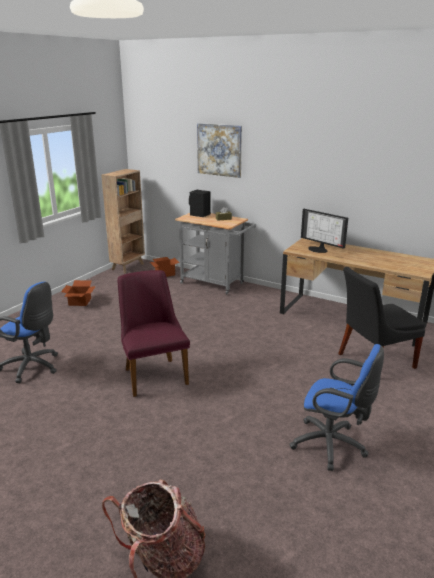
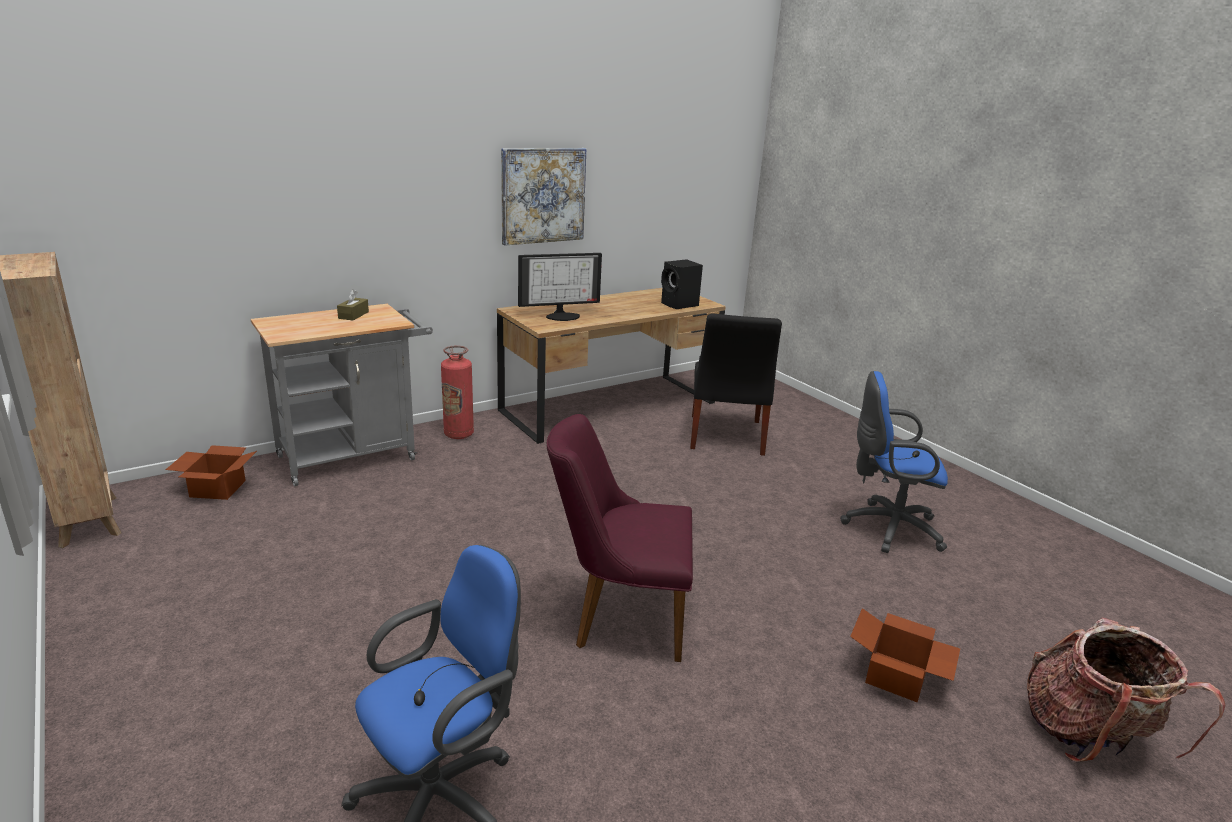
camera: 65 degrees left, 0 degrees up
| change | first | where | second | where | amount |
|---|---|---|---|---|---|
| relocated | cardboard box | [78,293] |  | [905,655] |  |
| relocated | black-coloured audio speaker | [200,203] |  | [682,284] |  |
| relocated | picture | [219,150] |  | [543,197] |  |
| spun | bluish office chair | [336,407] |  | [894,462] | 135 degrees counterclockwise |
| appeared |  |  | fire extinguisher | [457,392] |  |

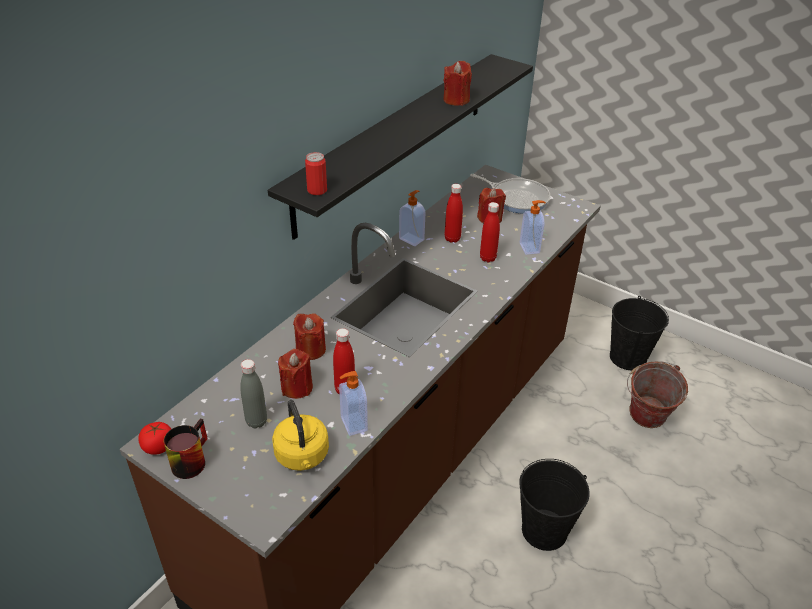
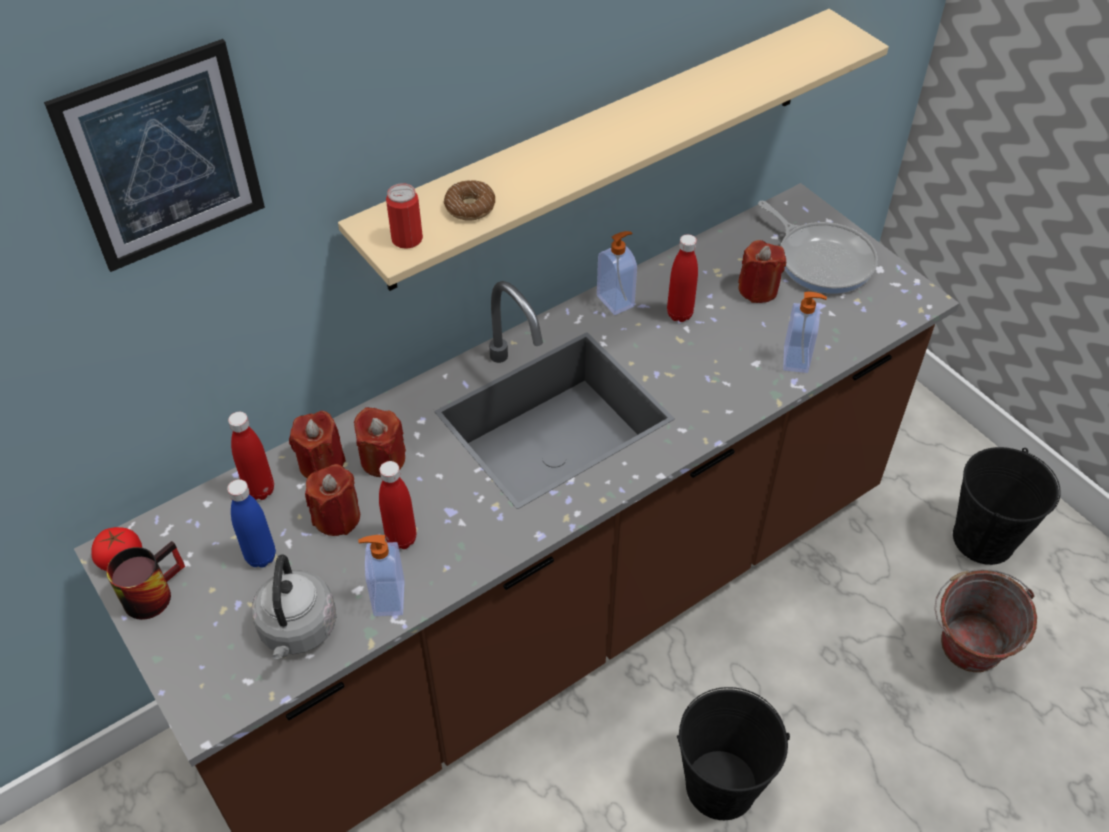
camera: 20 degrees right, 10 degrees up
| change | first | where | second | where | amount |
|---|---|---|---|---|---|
| colour | gray beverage bottle | [253,393] | bluish beverage bottle | [251,523] |  |
| colour | black-coloured wall shelf | [400,147] | sand-coloured wall shelf | [613,150] |  |
| colour | yellowish tea kettle | [300,435] | gray tea kettle | [294,606] |  |
| relocated | reddish wax candle | [457,83] |  | [317,444] |  |
| relocated | reddish beverage bottle | [490,232] |  | [251,456] |  |
| appeared |  |  | picture | [154,155] |  |
| appeared |  |  | donut | [469,200] |  |

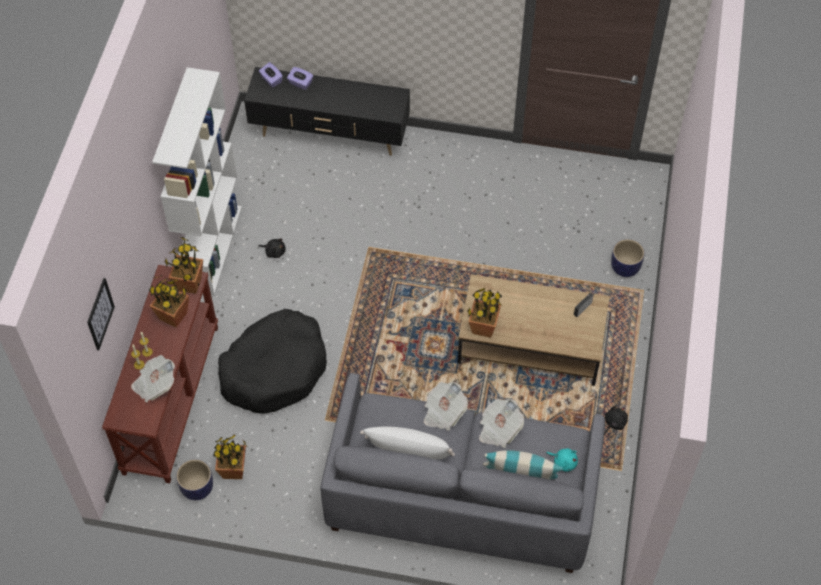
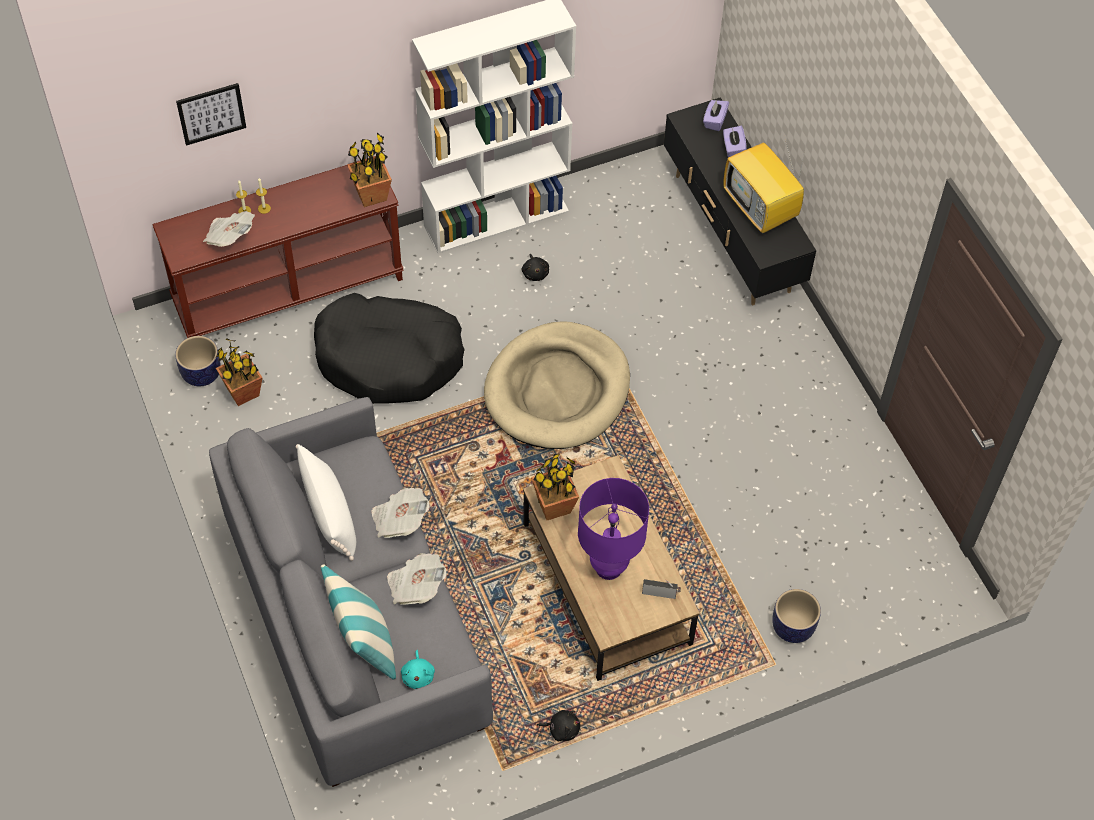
camera: 55 degrees right, 0 degrees up
| change | first | where | second | where | amount |
|---|---|---|---|---|---|
| missing | houseplant | [169,301] |  |  |  |
| appeared |  |  | sand-coloured dog cushion | [557,385] |  |
| appeared |  |  | purple-coloured lamp for a table | [613,529] |  |
| appeared |  |  | TV set | [764,184] |  |

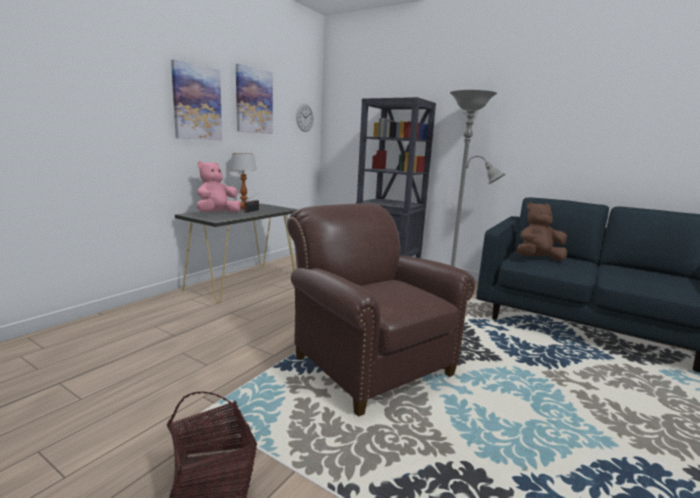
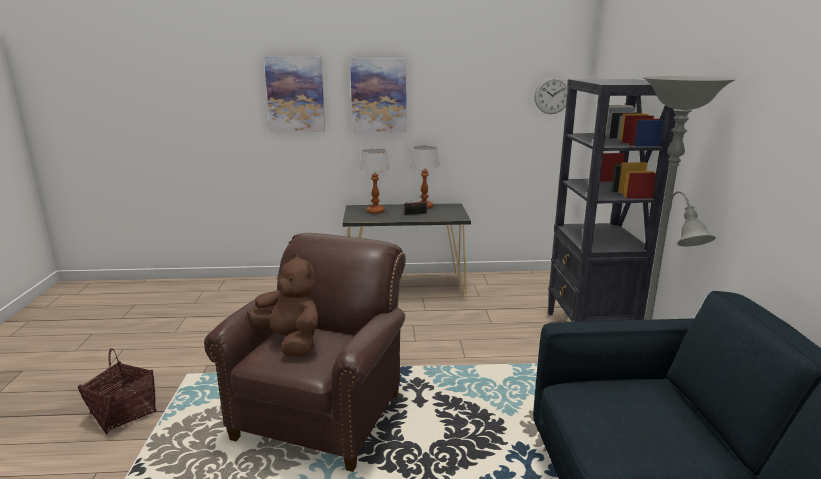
camera: 55 degrees right, 5 degrees up
| change | first | where | second | where | amount |
|---|---|---|---|---|---|
| exchanged | pink-coloured cuddly toy | [219,187] | lamp for a table | [375,181] |  |
| relocated | picture | [254,99] |  | [294,94] |  |
| relocated | brown-coloured cuddly toy | [542,231] |  | [282,305] |  |

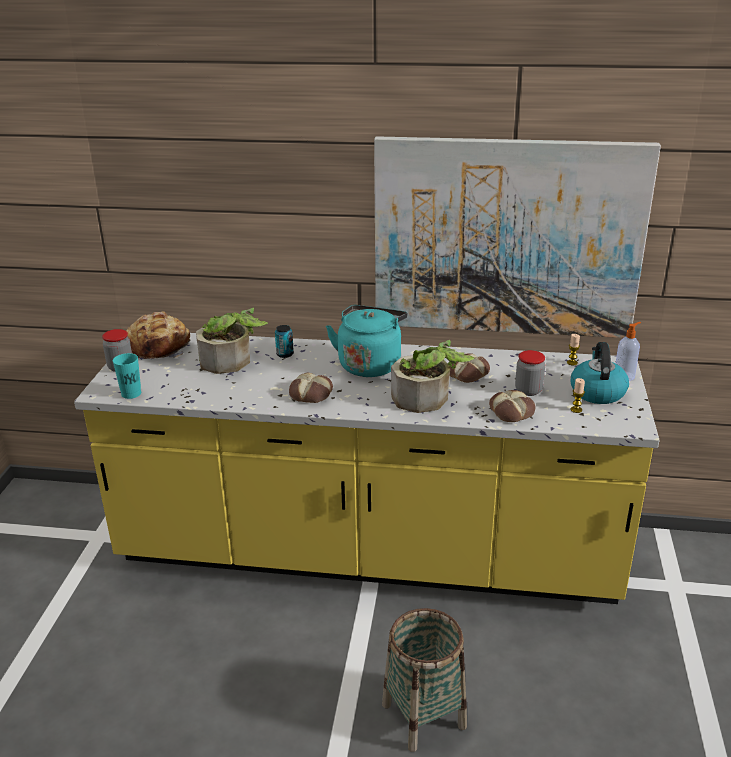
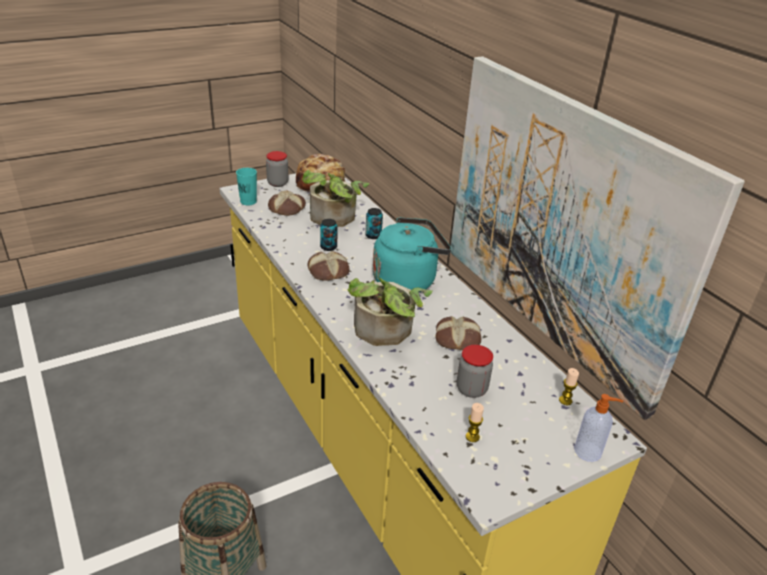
camera: 50 degrees right, 5 degrees up
| change | first | where | second | where | amount |
|---|---|---|---|---|---|
| relocated | bread | [512,406] |  | [287,203] |  |
| missing | tea kettle | [600,373] |  |  |  |
| appeared |  |  | can | [329,235] |  |

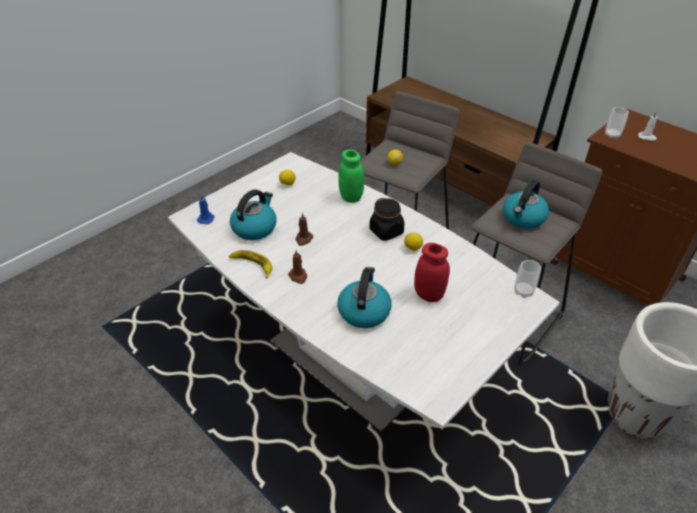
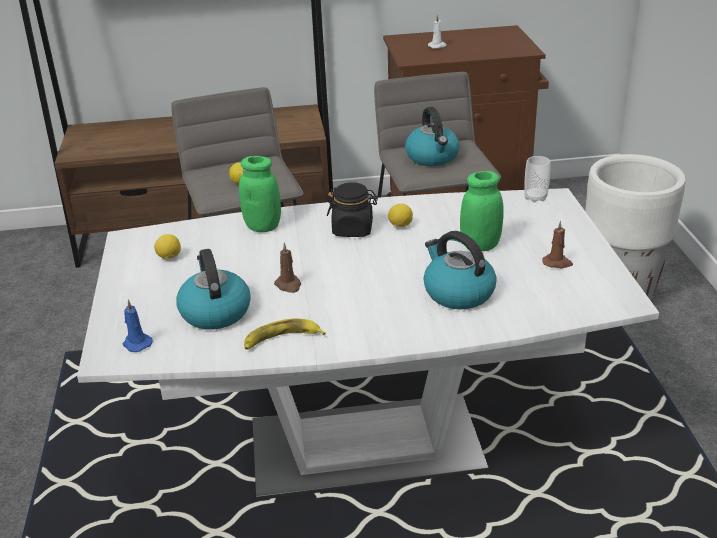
camera: 50 degrees left, 10 degrees down
| change | first | where | second | where | amount |
|---|---|---|---|---|---|
| relocated | brown-coloured wax candle | [297,267] |  | [557,244] |  |
| colour | reddish storage jar | [432,272] | green-coloured storage jar | [482,211] |  |
| missing | cup | [617,123] |  |  |  |

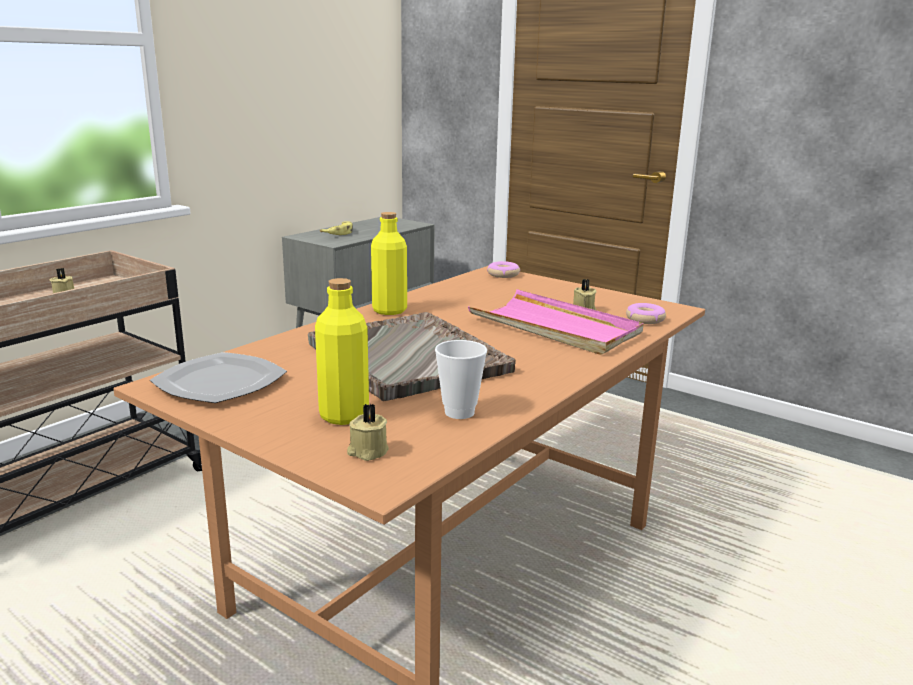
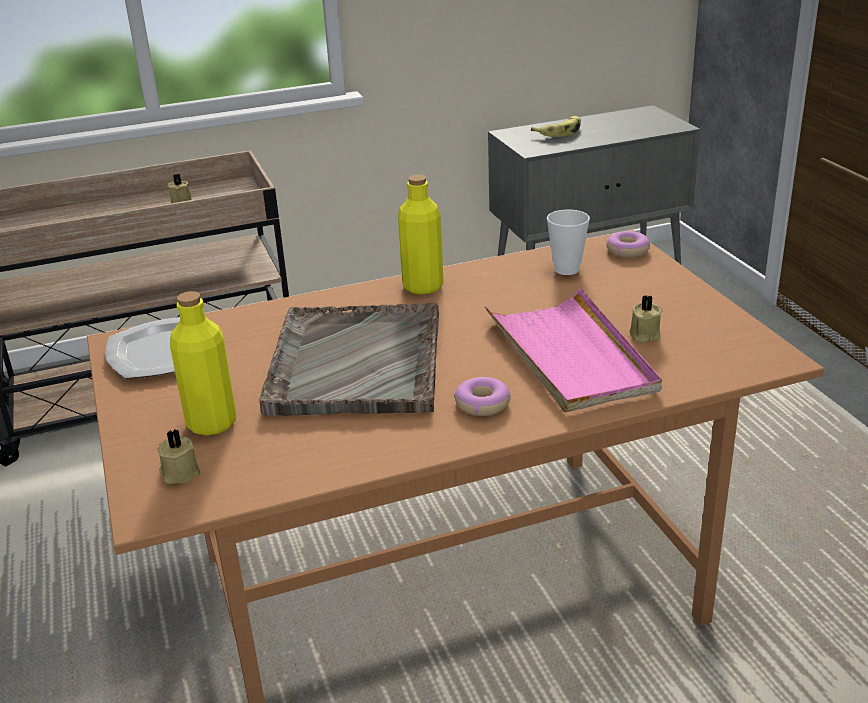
camera: 35 degrees right, 10 degrees up
| change | first | where | second | where | amount |
|---|---|---|---|---|---|
| relocated | cup | [461,379] |  | [568,242] |  |
| relocated | donut | [646,313] |  | [482,396] |  |

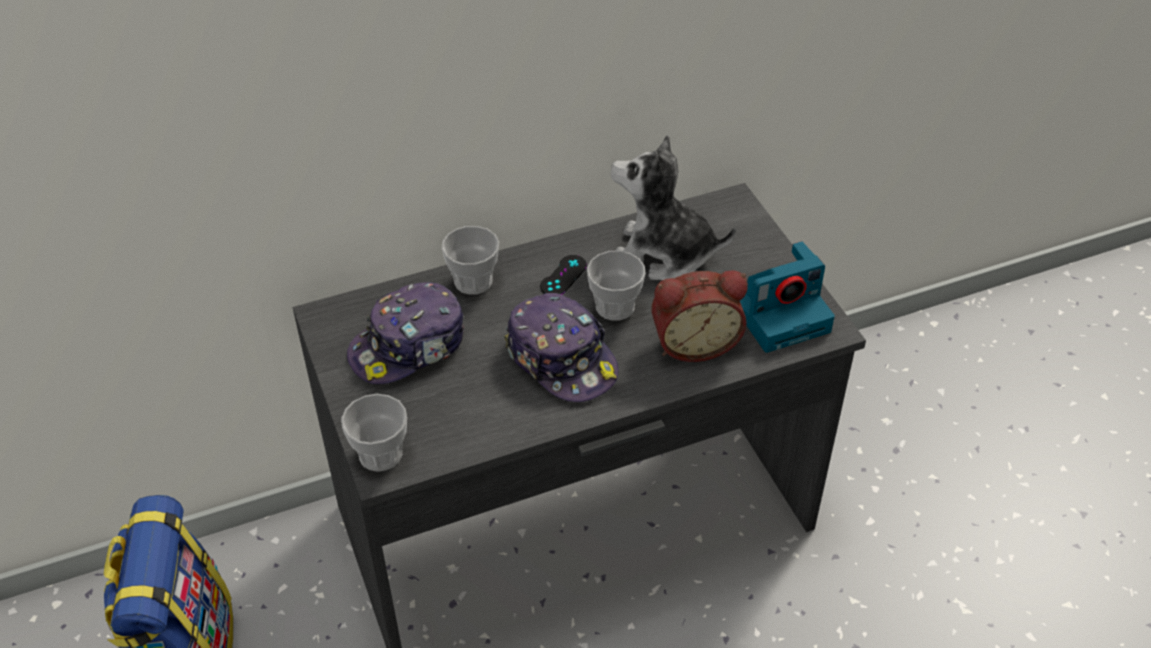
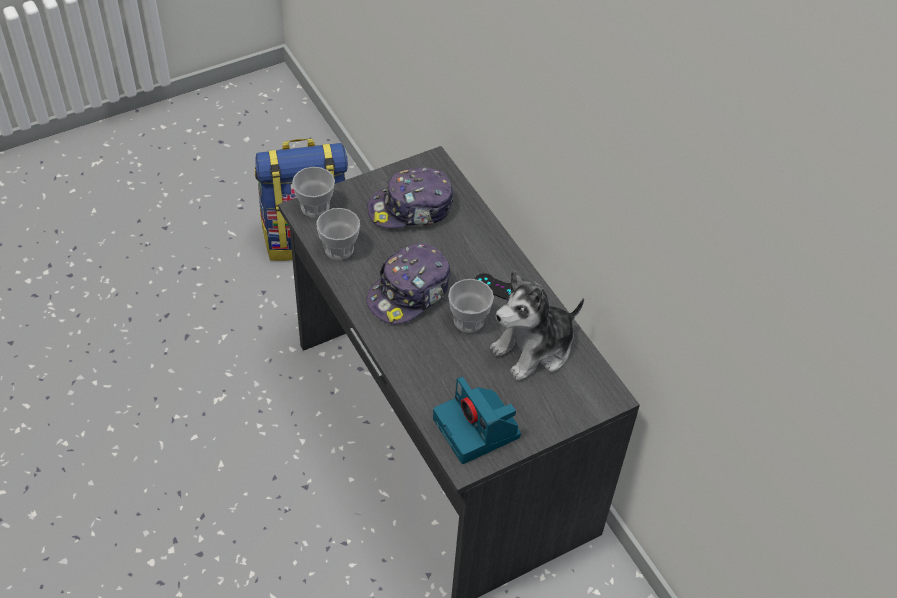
camera: 80 degrees right, 5 degrees up
| change | first | where | second | where | amount |
|---|---|---|---|---|---|
| spun | baseball cap | [406,333] |  | [410,197] | 60 degrees counterclockwise |
| relocated | cup | [470,260] |  | [338,234] |  |
| spun | cuddly toy | [673,207] |  | [537,325] | 135 degrees counterclockwise |
| missing | table clock | [699,316] |  |  |  |

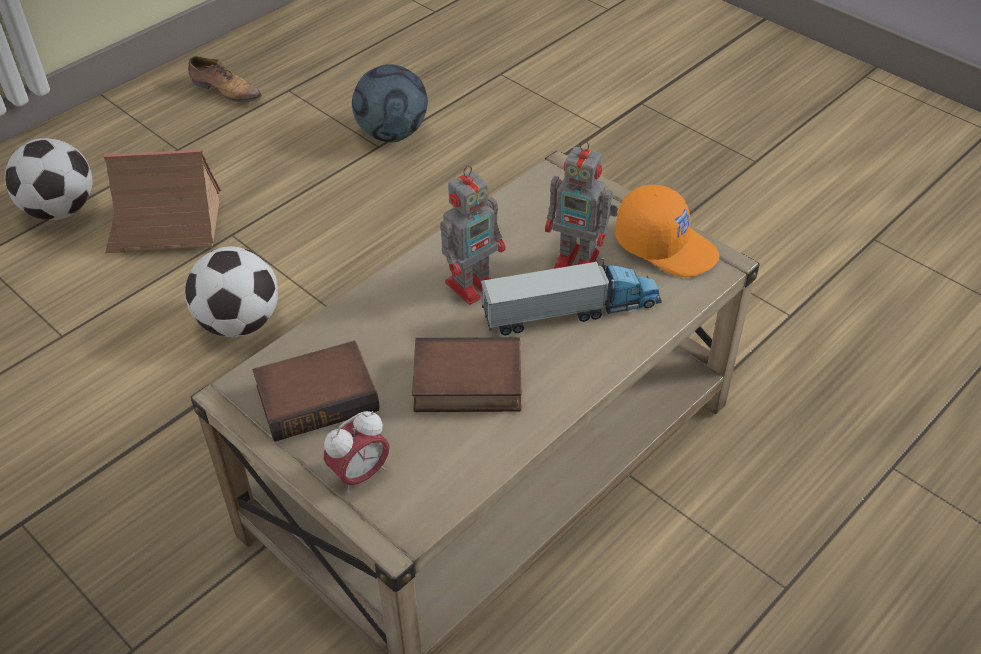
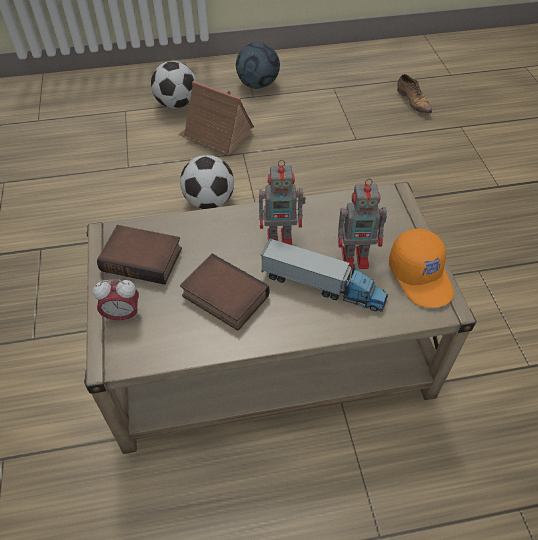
camera: 35 degrees right, 5 degrees up
| change | first | where | second | where | amount |
|---|---|---|---|---|---|
| relocated | low shoe | [225,79] |  | [414,94] |  |
| relocated | football | [390,103] |  | [258,65] |  |
| spun | model robot | [581,204] |  | [362,223] | 60 degrees counterclockwise |

